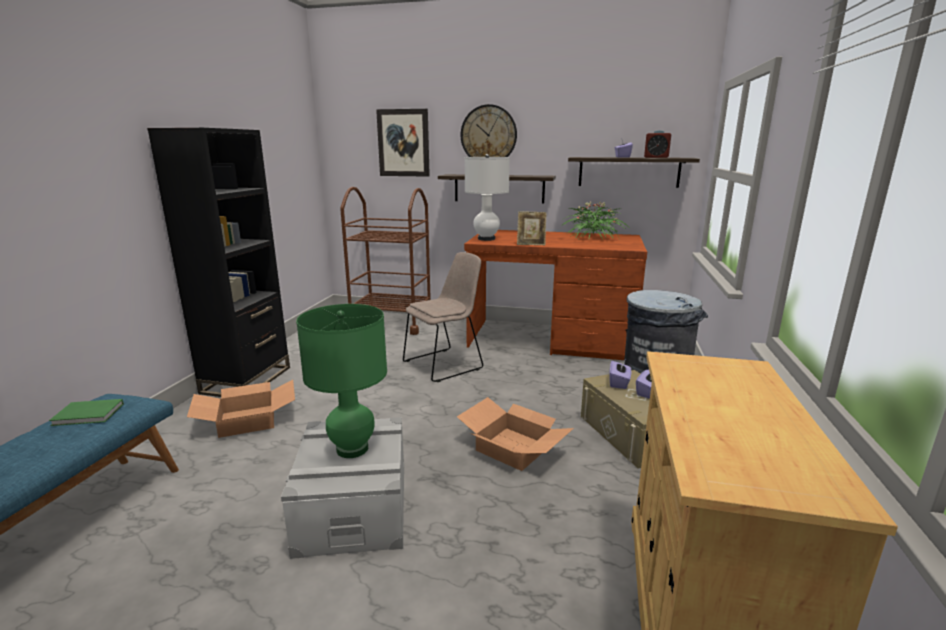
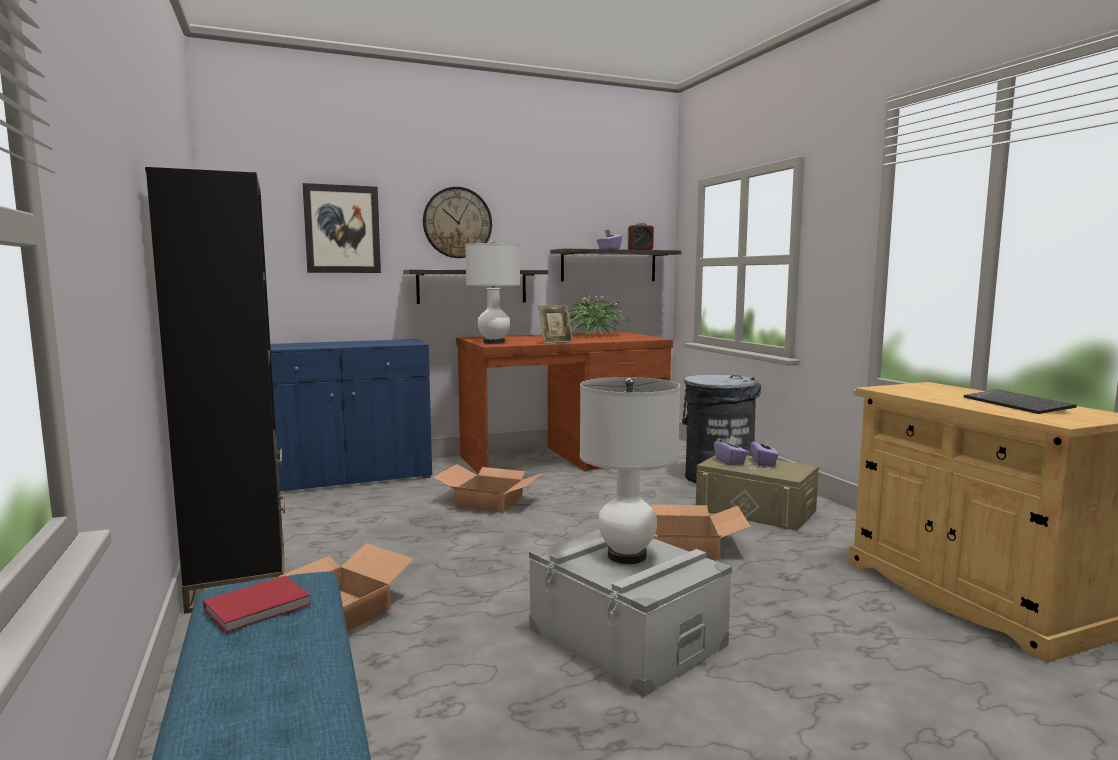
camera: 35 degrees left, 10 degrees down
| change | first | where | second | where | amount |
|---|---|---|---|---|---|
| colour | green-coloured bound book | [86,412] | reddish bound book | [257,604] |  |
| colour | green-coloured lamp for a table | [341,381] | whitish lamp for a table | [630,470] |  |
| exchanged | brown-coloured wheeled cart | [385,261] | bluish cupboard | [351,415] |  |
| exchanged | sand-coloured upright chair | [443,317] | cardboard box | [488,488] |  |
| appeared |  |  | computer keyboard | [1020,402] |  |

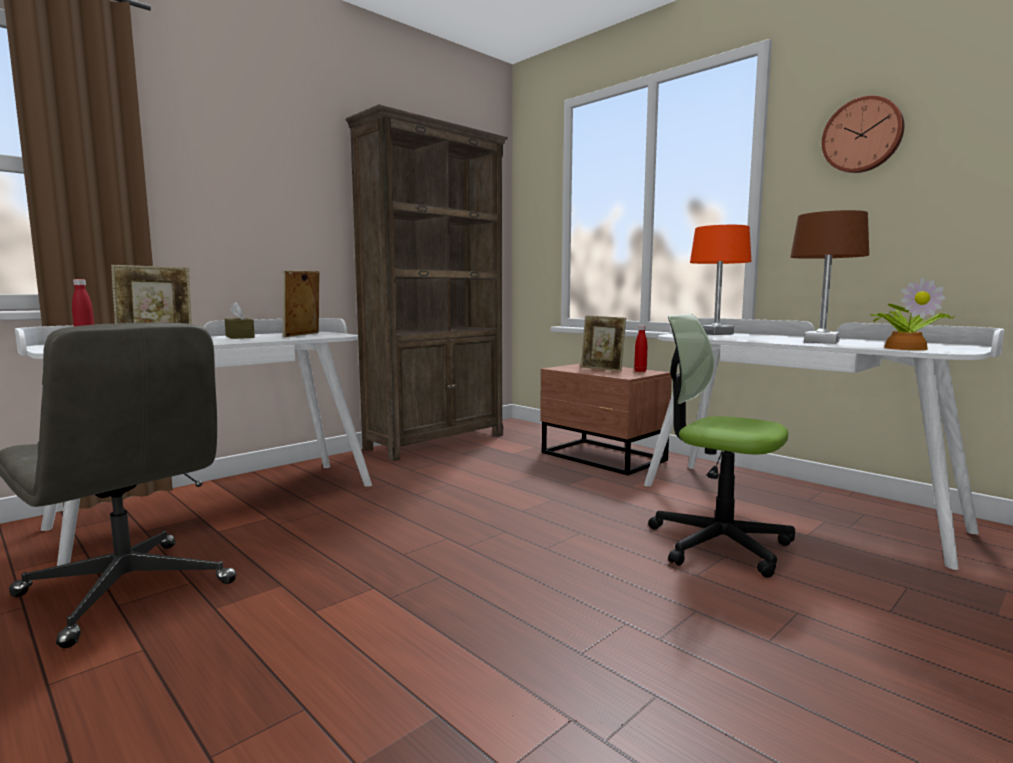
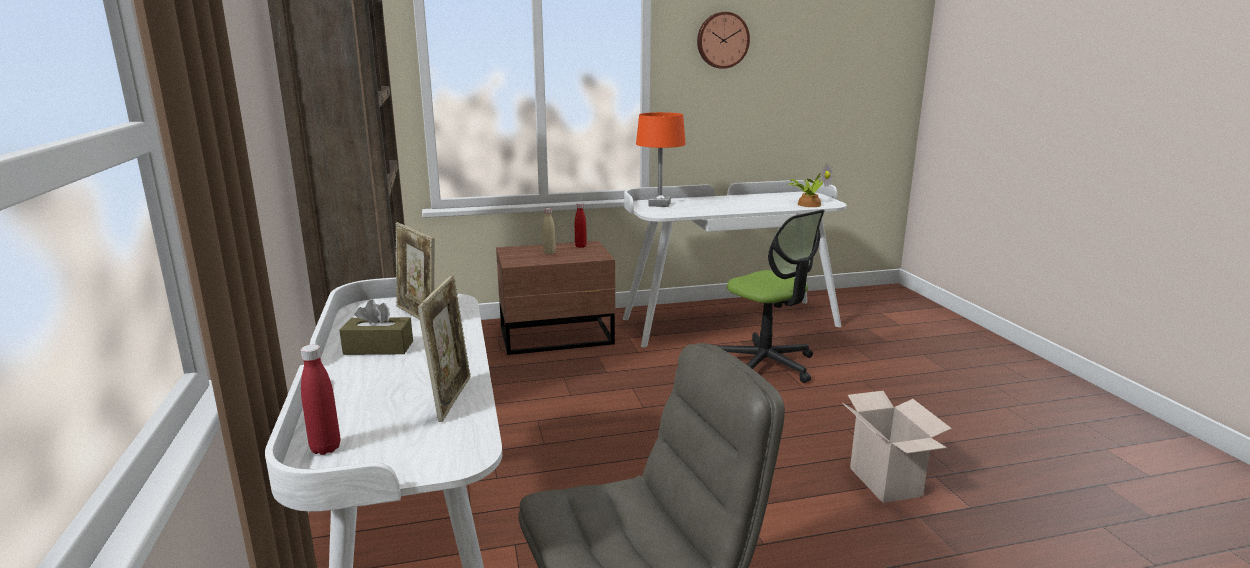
camera: 60 degrees left, 10 degrees up
| change | first | where | second | where | amount |
|---|---|---|---|---|---|
| exchanged | standing frame | [603,343] | sand-coloured beverage bottle | [549,231] |  |
| spun | office chair | [721,446] |  | [771,296] | 105 degrees counterclockwise |
| missing | brown-coloured lamp for a table | [829,277] |  |  |  |
| appeared |  |  | cardboard box | [897,447] |  |

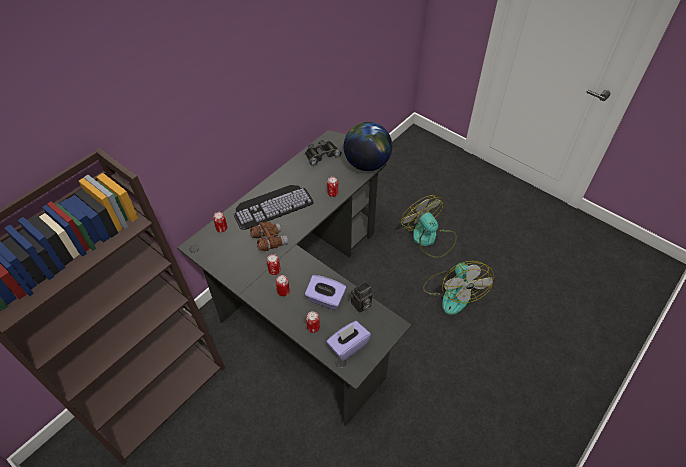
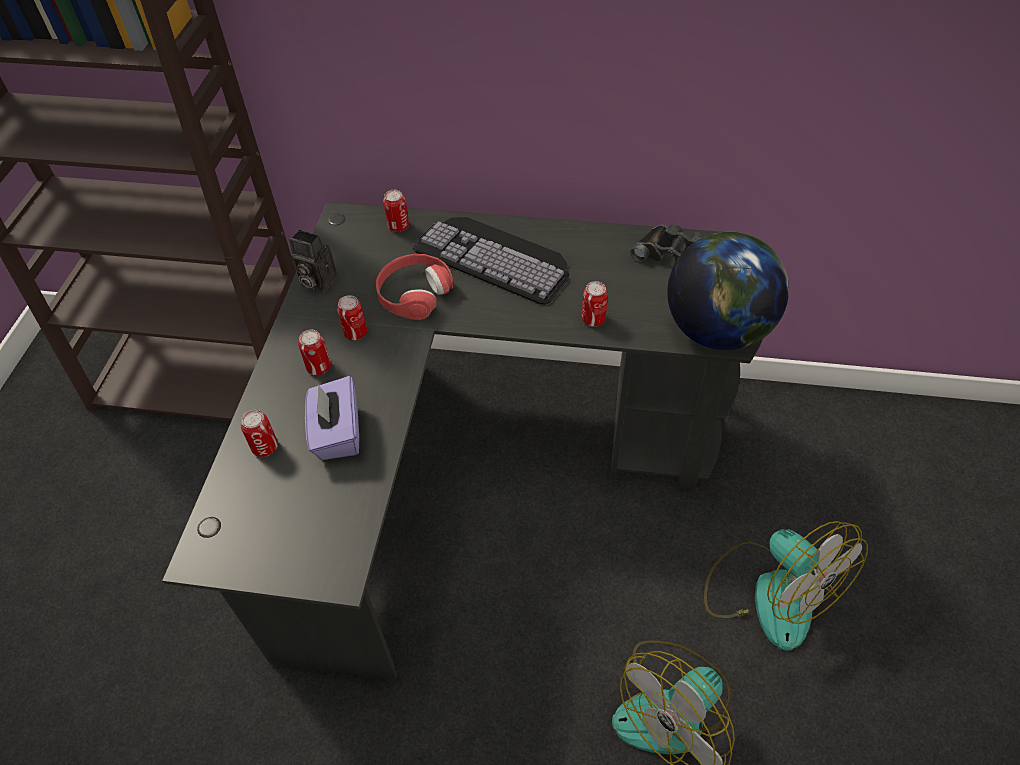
camera: 60 degrees right, 0 degrees up
| change | first | where | second | where | amount |
|---|---|---|---|---|---|
| exchanged | brown-coloured binoculars | [269,236] | reddish headphones | [414,287] |  |
| missing | purple-coloured tissue holder | [348,341] |  |  |  |
| relocated | still camera | [360,297] |  | [313,261] |  |
| spun | electric fan | [429,226] |  | [786,586] | 120 degrees clockwise |

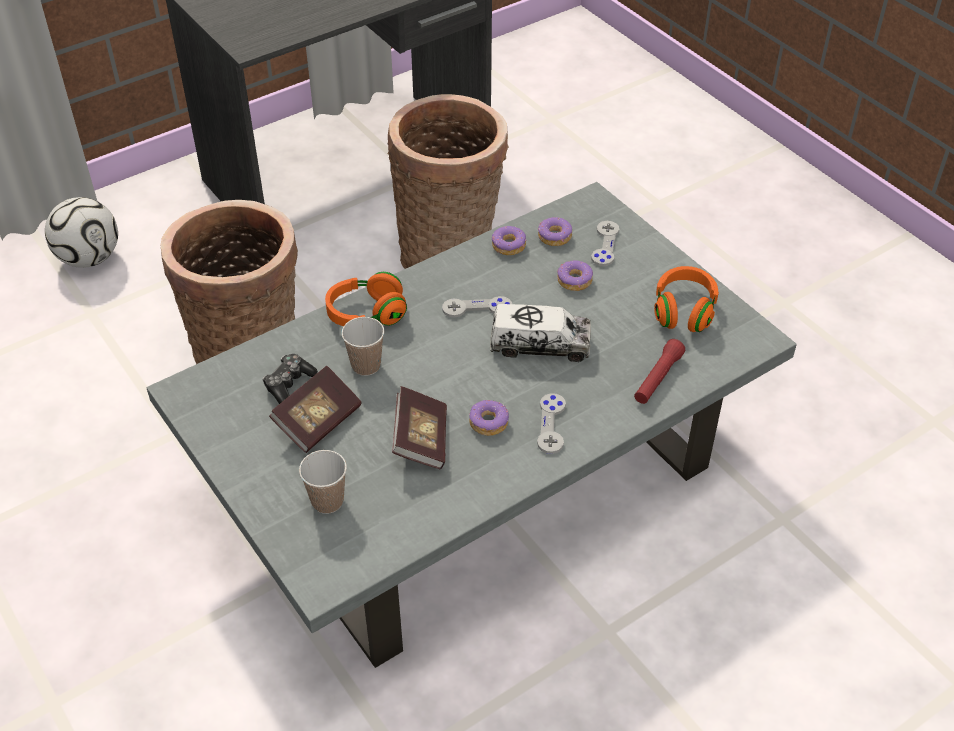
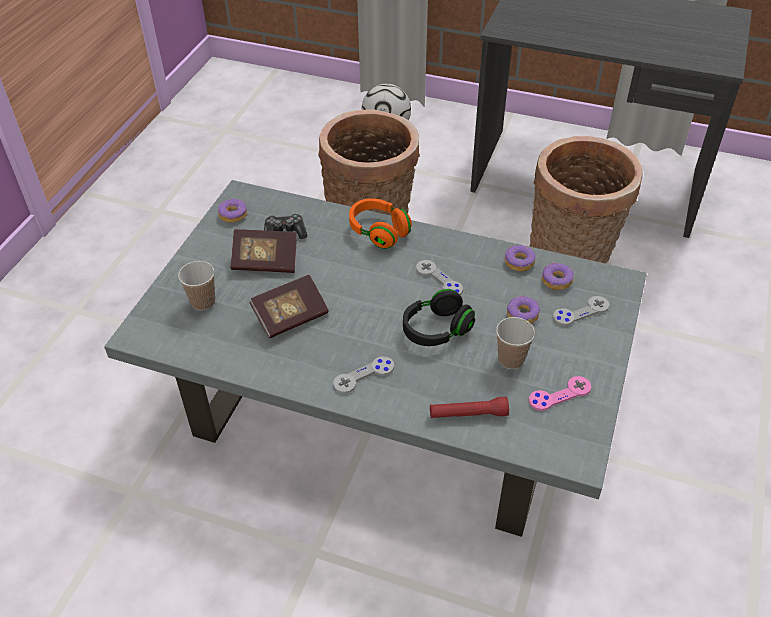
camera: 55 degrees right, 0 degrees up
| change | first | where | second | where | amount |
|---|---|---|---|---|---|
| relocated | cup | [363,346] |  | [515,343] |  |
| relocated | donut | [489,418] |  | [232,211] |  |
| exchanged | model truck | [540,333] | black-coloured headphones | [439,317] |  |
| exchanged | orange-coloured headphones | [686,299] | pink-coloured gamepad | [560,393] |  |

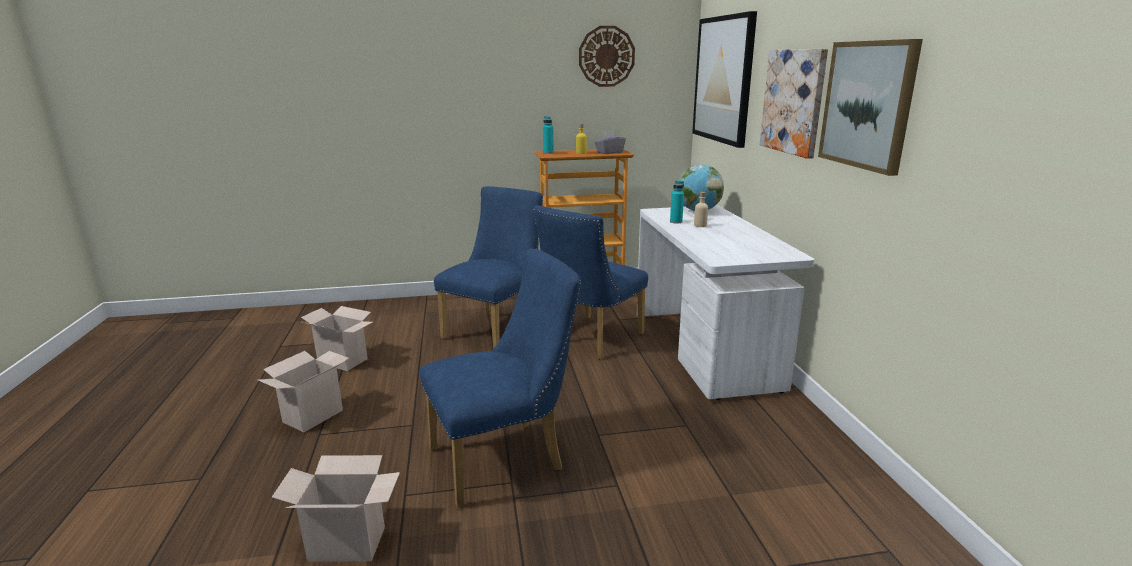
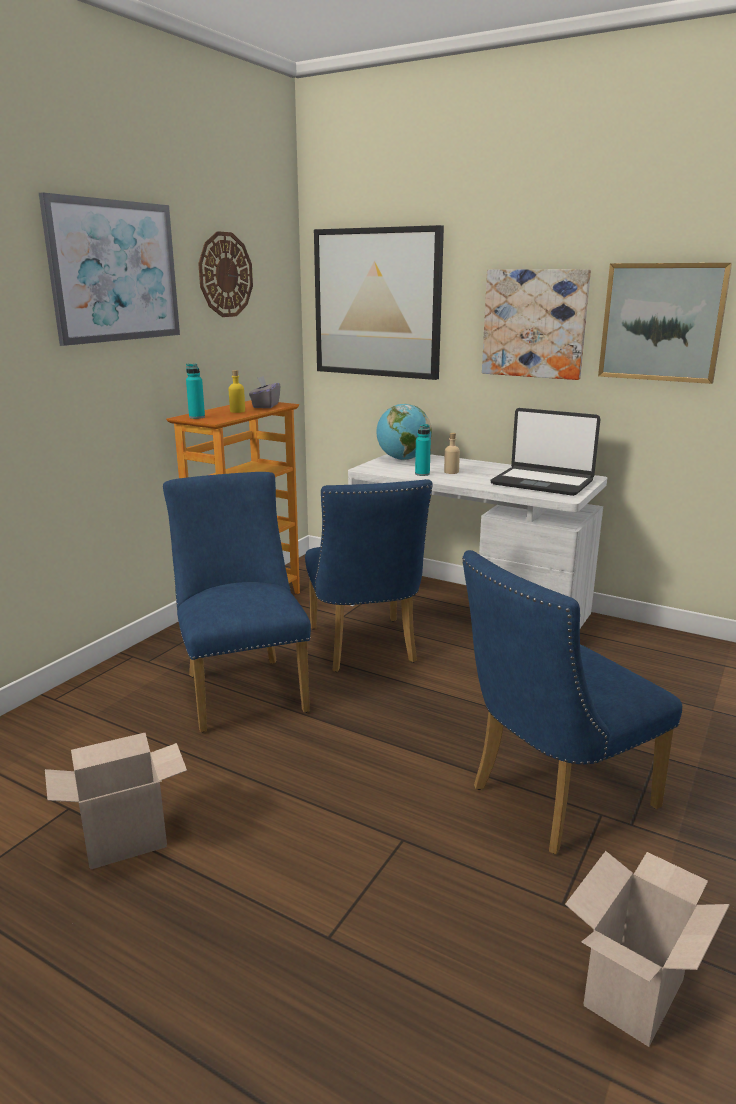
camera: 50 degrees left, 0 degrees up
| change | first | where | second | where | amount |
|---|---|---|---|---|---|
| missing | cardboard box | [303,392] |  |  |  |
| spun | bluish upright chair | [500,378] |  | [572,702] | 135 degrees counterclockwise |
| appeared |  |  | picture | [109,269] |  |
| appeared |  |  | notebook computer | [545,452] |  |

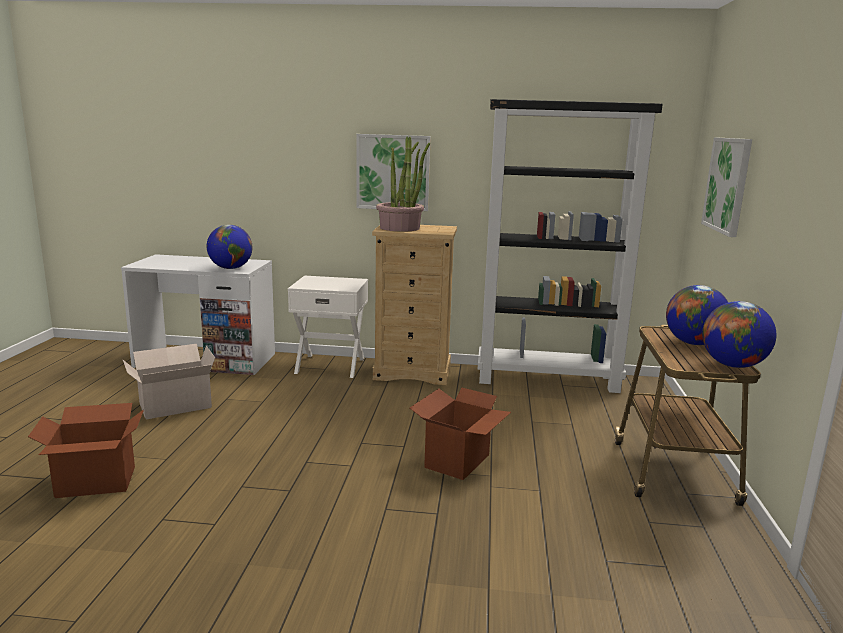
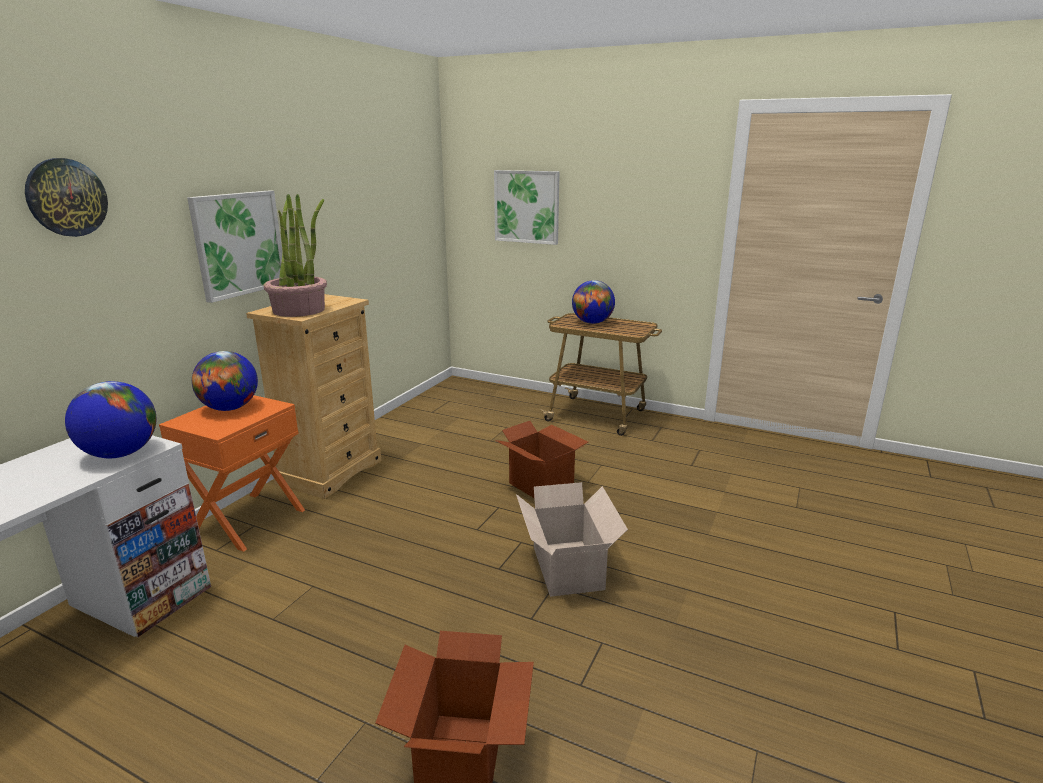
camera: 70 degrees left, 5 degrees up
| change | first | where | second | where | amount |
|---|---|---|---|---|---|
| relocated | cardboard box | [169,382] |  | [572,539] |  |
| colour | whitish nightstand | [328,327] | orange-coloured nightstand | [232,473] |  |
| missing | black-coloured shelving unit | [570,246] |  |  |  |
| relocated | globe | [739,334] |  | [225,381] |  |
| appeared |  |  | hanging clock | [66,197] |  |

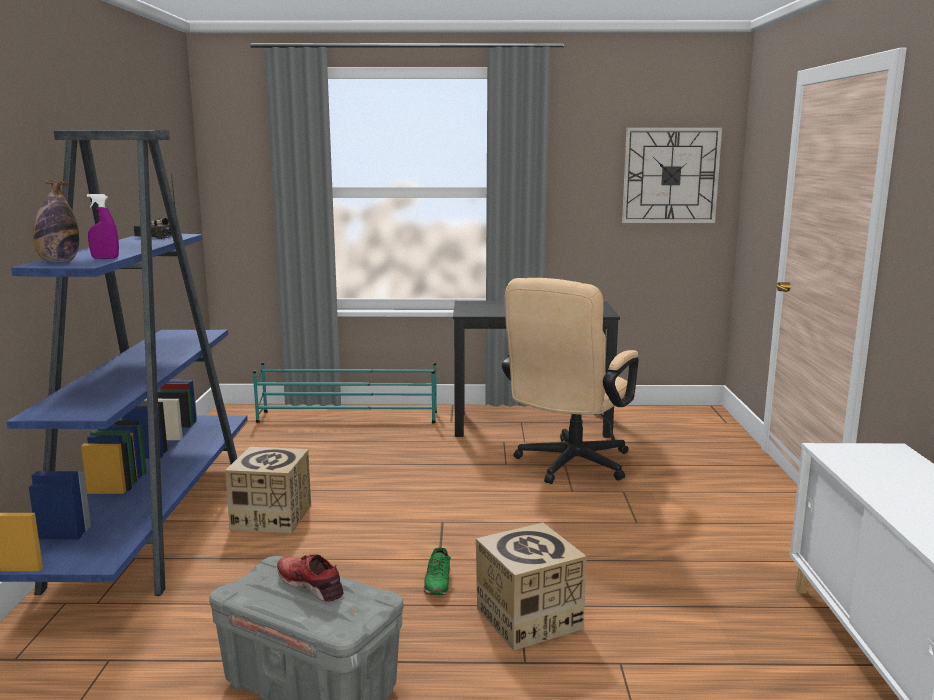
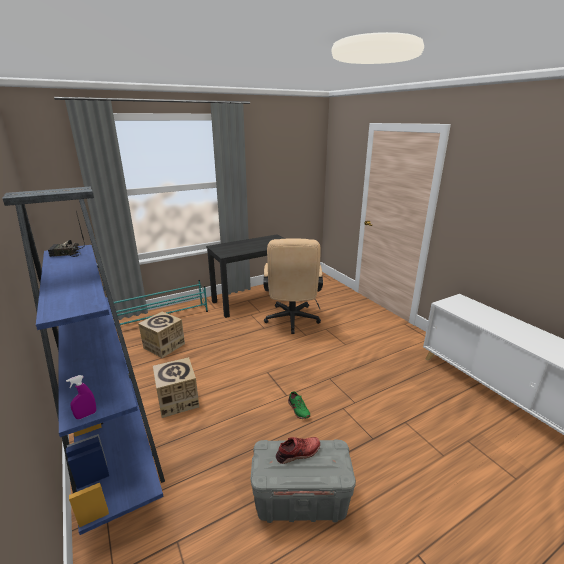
camera: 30 degrees left, 10 degrees up
| change | first | where | second | where | amount |
|---|---|---|---|---|---|
| missing | beverage bottle | [56,221] |  |  |  |
| relocated | purple-coloured spray bottle | [103,226] |  | [81,397] |  |
| spun | reddish low shoe | [310,578] |  | [298,450] | 150 degrees clockwise |
| relocated | cardboard box | [531,587] |  | [161,335] |  |
| missing | hanging clock | [672,175] |  |  |  |

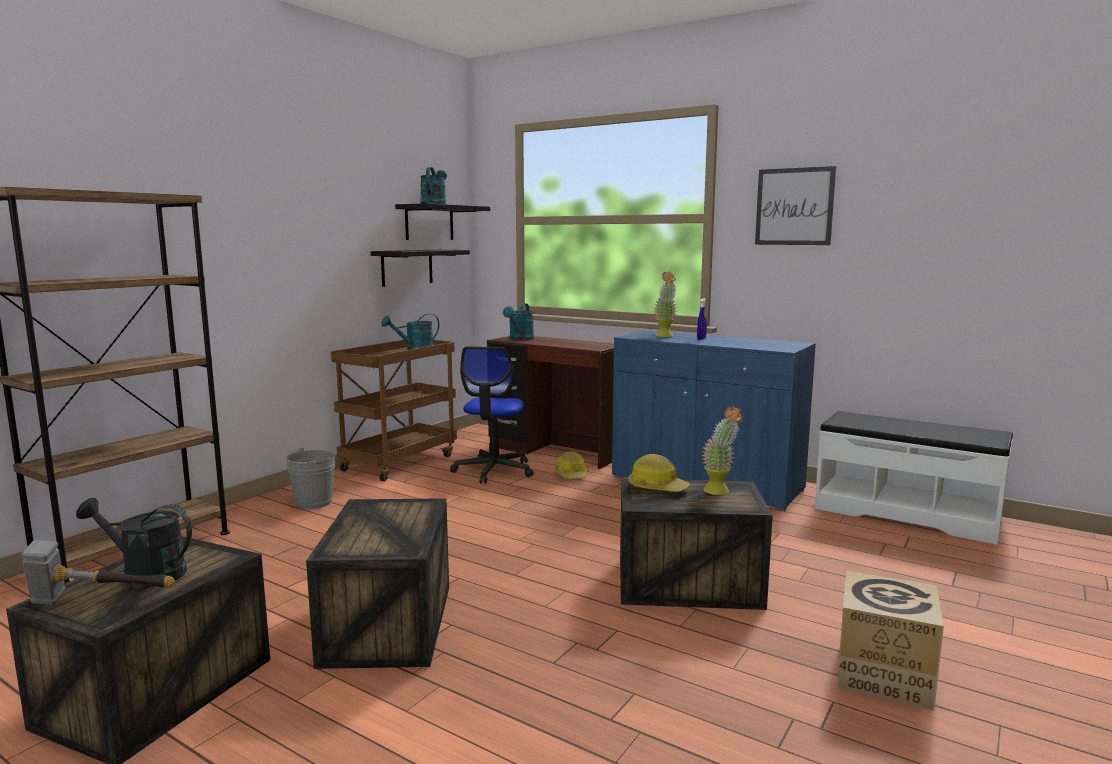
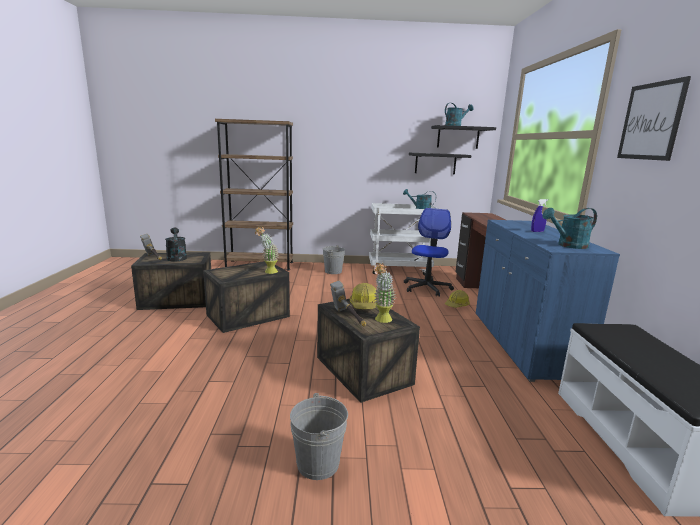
camera: 55 degrees right, 5 degrees up
| change | first | where | second | where | amount |
|---|---|---|---|---|---|
| colour | brown-coloured wheeled cart | [394,410] | whitish wheeled cart | [403,239] |  |
| spun | office chair | [492,415] |  | [429,252] | 135 degrees clockwise |
| relocated | blue-green sprinkling can | [518,321] |  | [569,228] |  |
| relocated | houseplant | [665,304] |  | [266,250] |  |
| exchanged | cardboard box | [891,640] | gray bucket | [319,436] |  |
| appeared |  |  | hammer | [348,304] |  |

